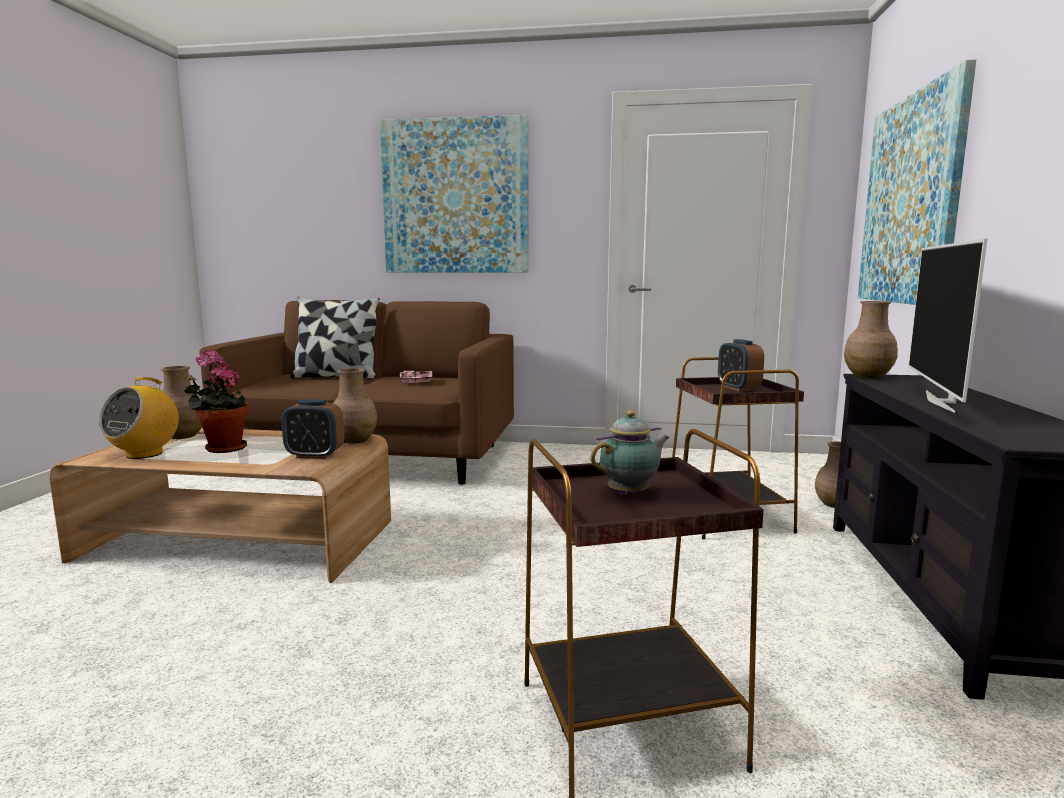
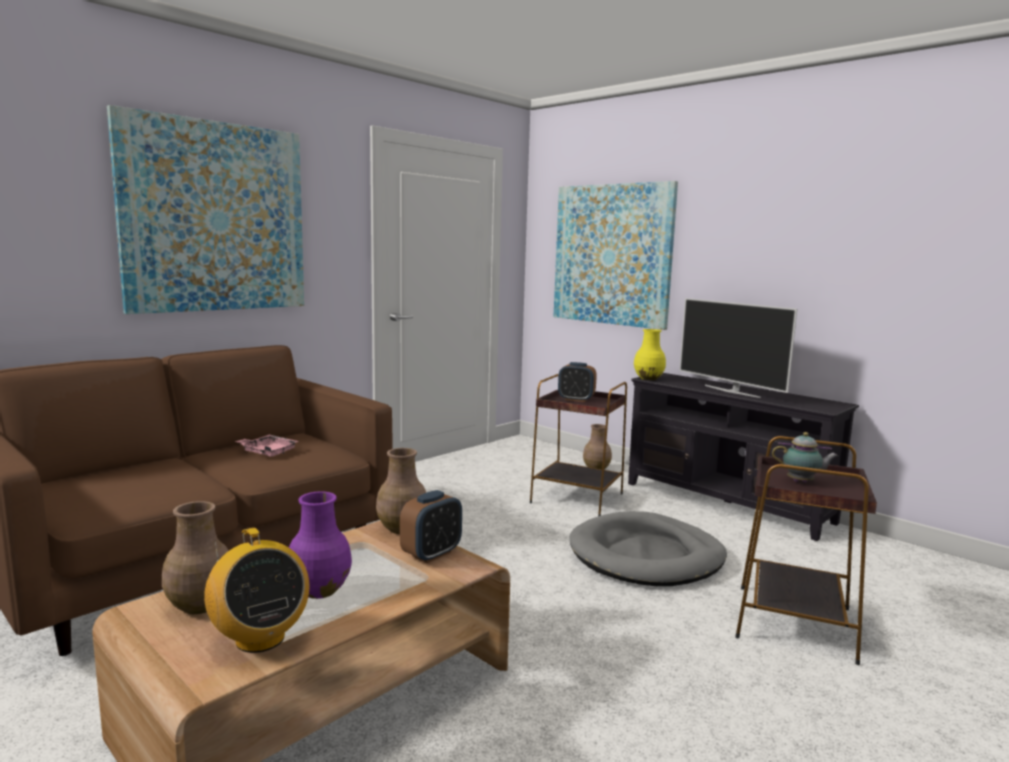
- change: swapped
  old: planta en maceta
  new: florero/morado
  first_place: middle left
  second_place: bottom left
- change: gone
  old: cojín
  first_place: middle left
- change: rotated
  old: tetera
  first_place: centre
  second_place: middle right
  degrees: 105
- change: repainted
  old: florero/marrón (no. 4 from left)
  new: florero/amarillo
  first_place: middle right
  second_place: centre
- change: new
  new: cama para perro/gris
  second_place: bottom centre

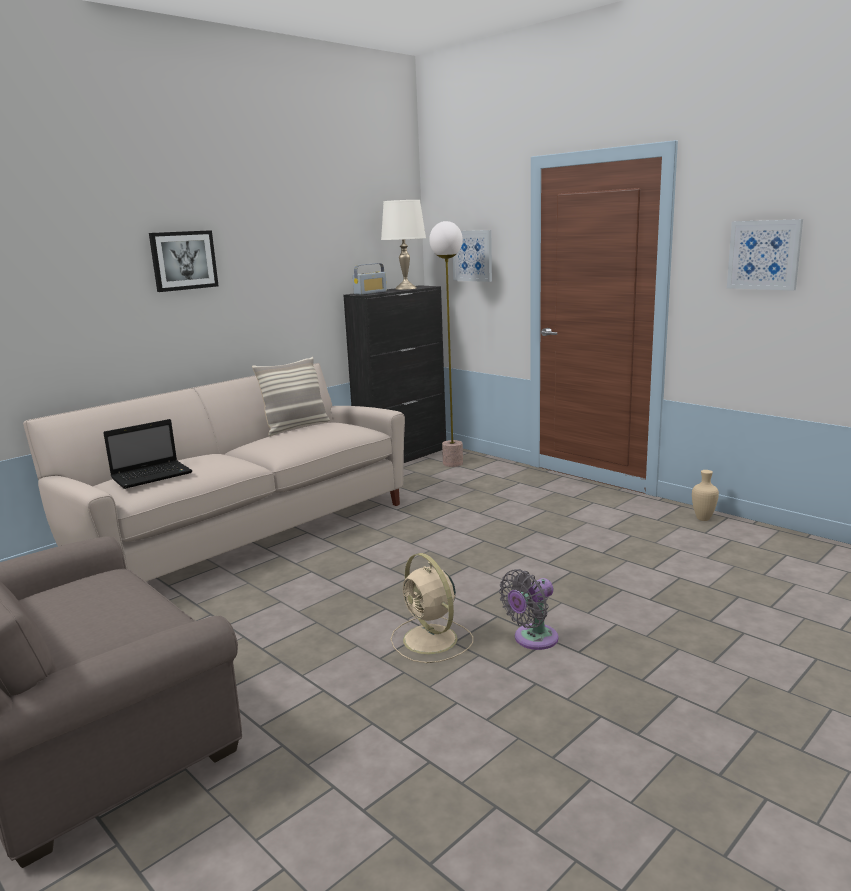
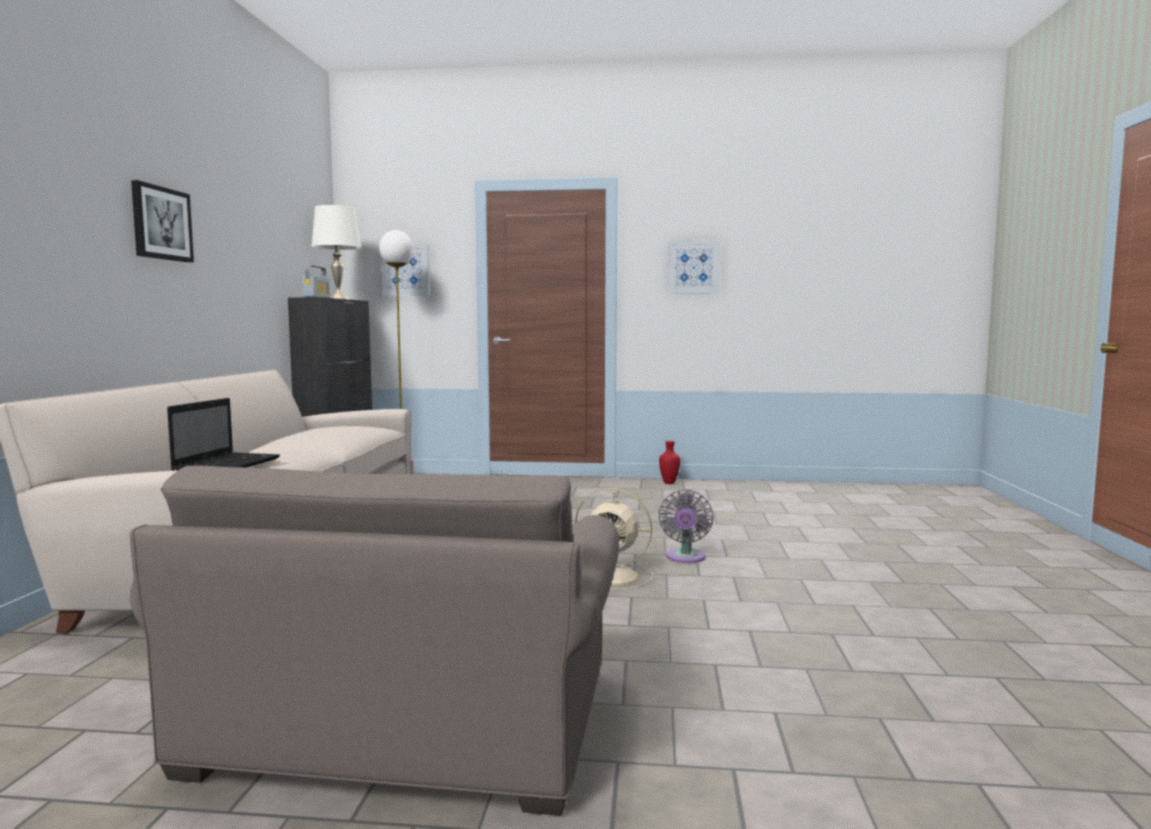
- change: gone
  old: cojín
  first_place: centre
- change: repainted
  old: florero/beis
  new: florero/rojo
  first_place: middle right
  second_place: centre

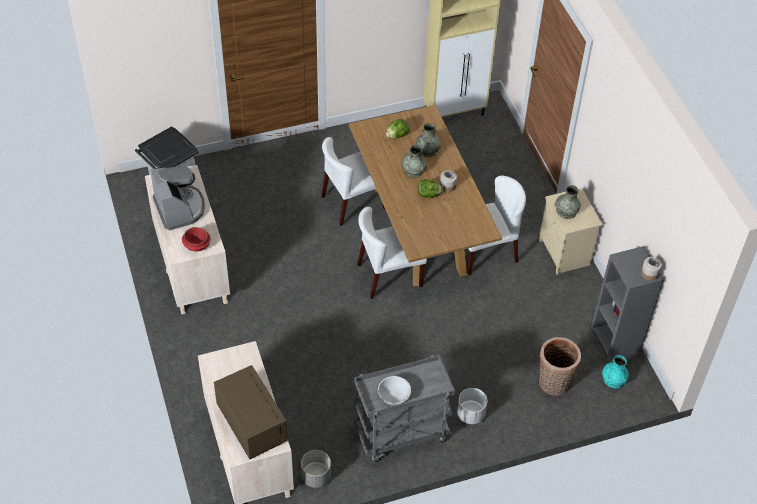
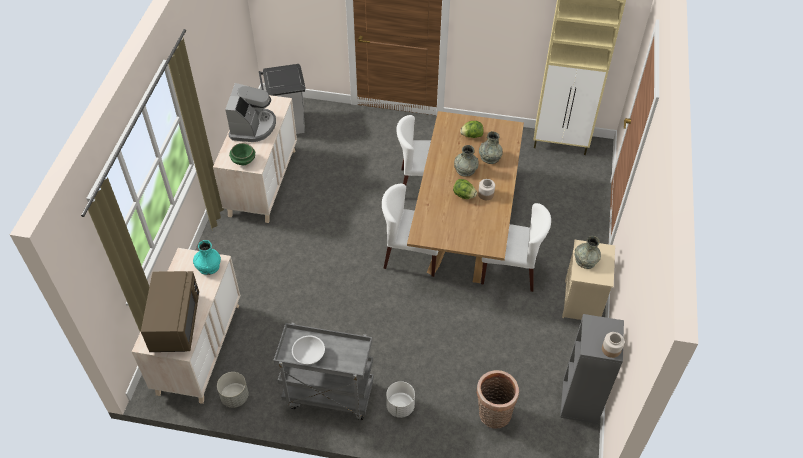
- change: repainted
  old: cuenco/rojo
  new: cuenco/verde
  first_place: middle left
  second_place: middle left
- change: shifted
  old: florero/turquesa
  first_place: bottom right
  second_place: middle left

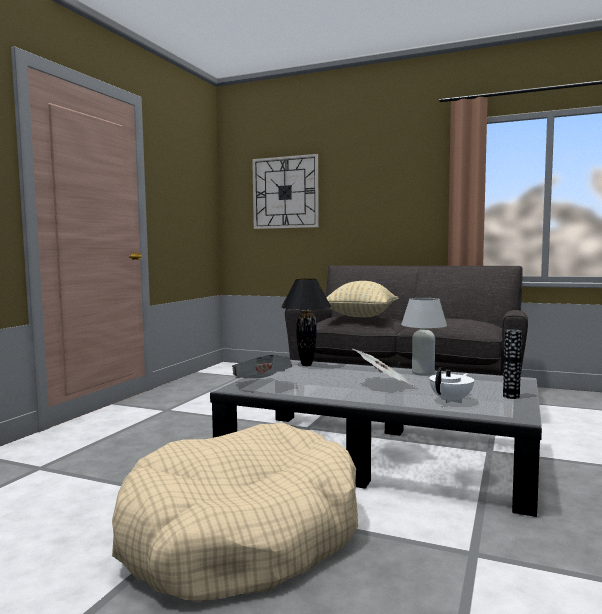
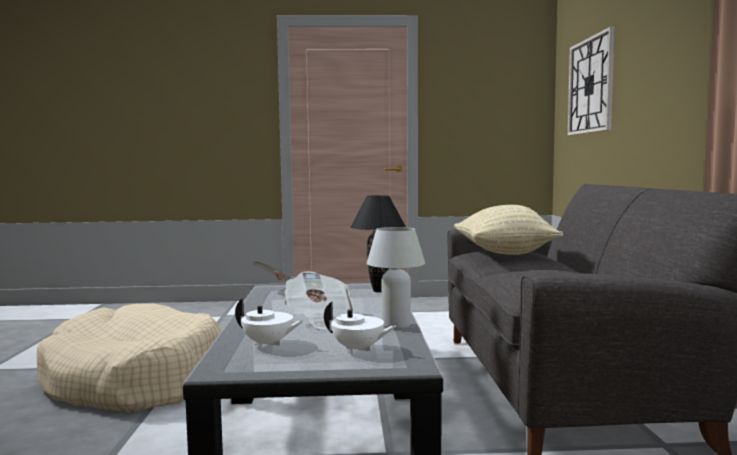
- change: gone
  old: florero
  first_place: middle right
- change: new
  new: tetera/blanco (no. 2 from left)
  second_place: bottom centre

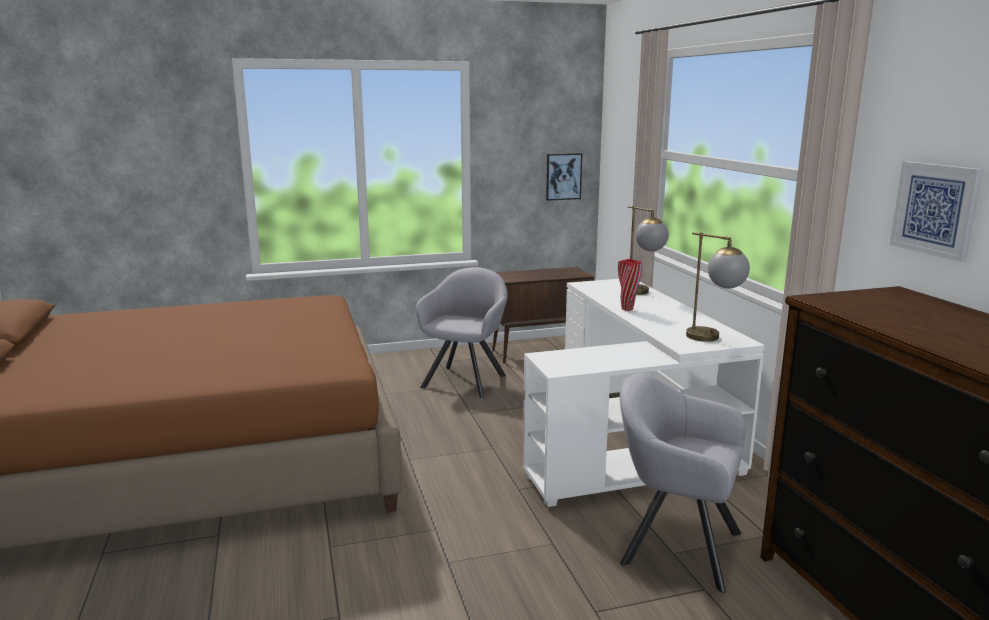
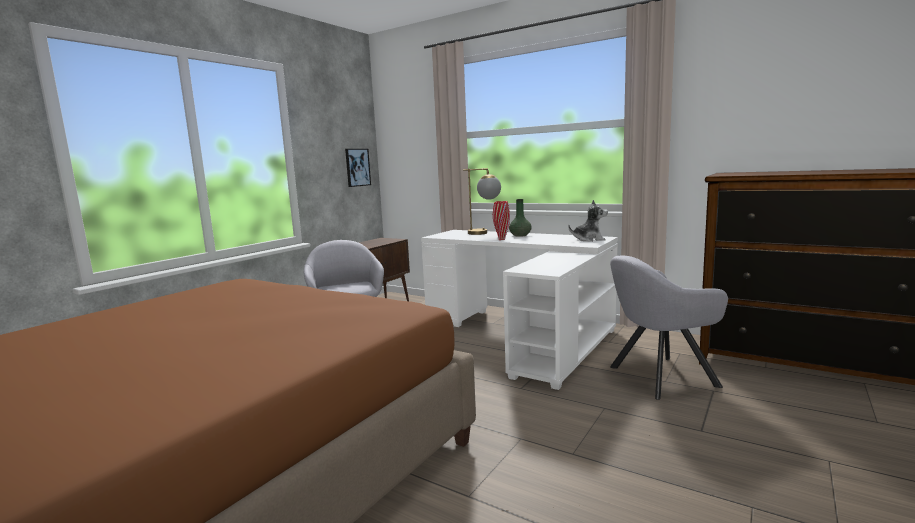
- change: swapped
  old: lámpara de mesa (no. 2 from left)
  new: peluche
  first_place: middle right
  second_place: centre
- change: gone
  old: cuadro (no. 2 from left)
  first_place: middle right
- change: new
  new: florero/verde
  second_place: centre

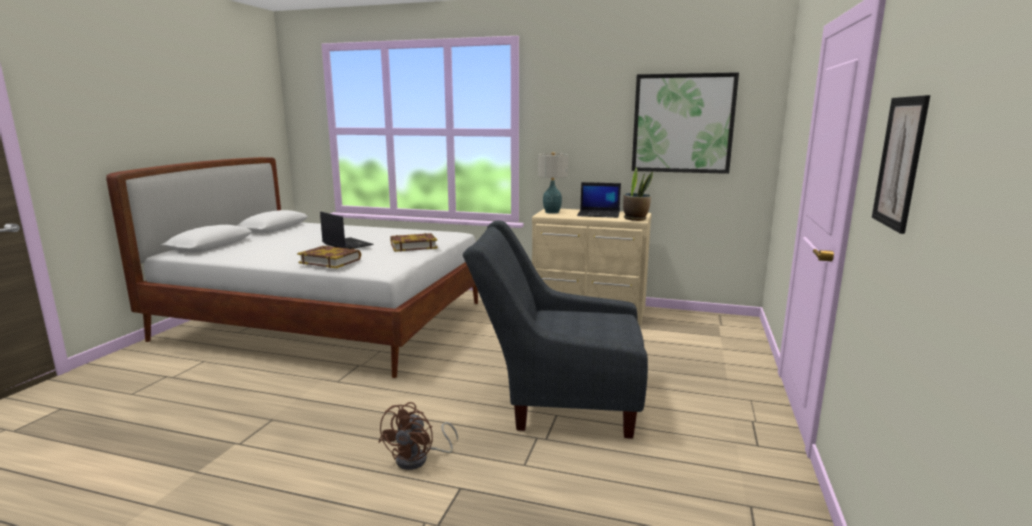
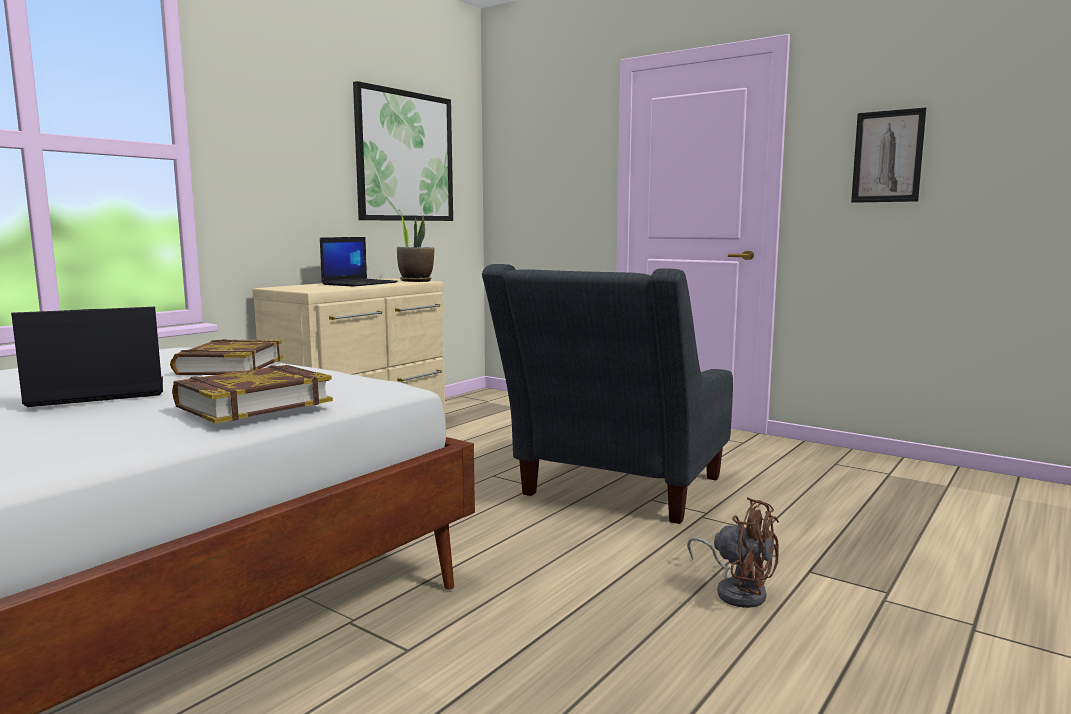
- change: gone
  old: lámpara de mesa
  first_place: centre

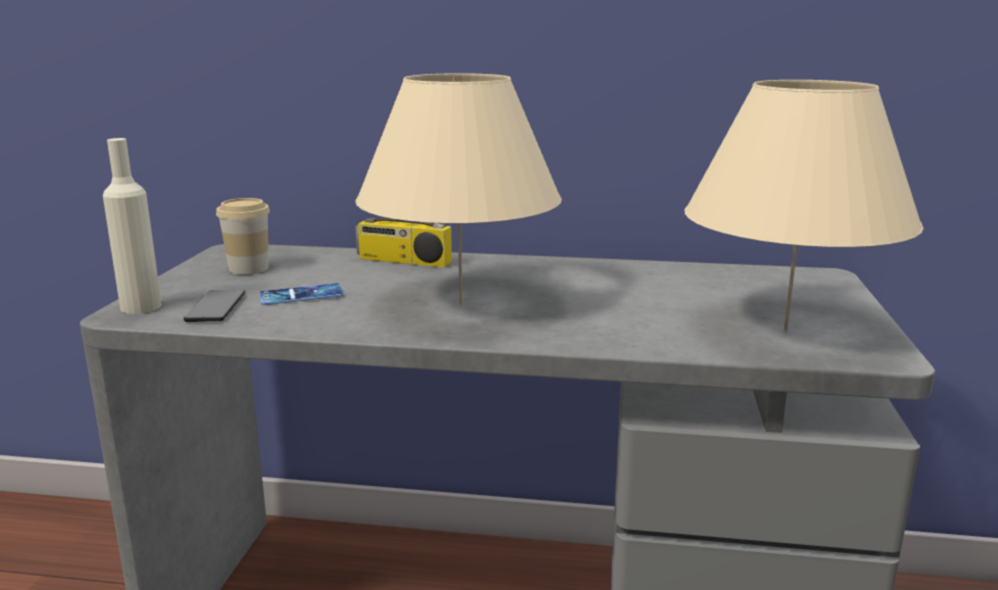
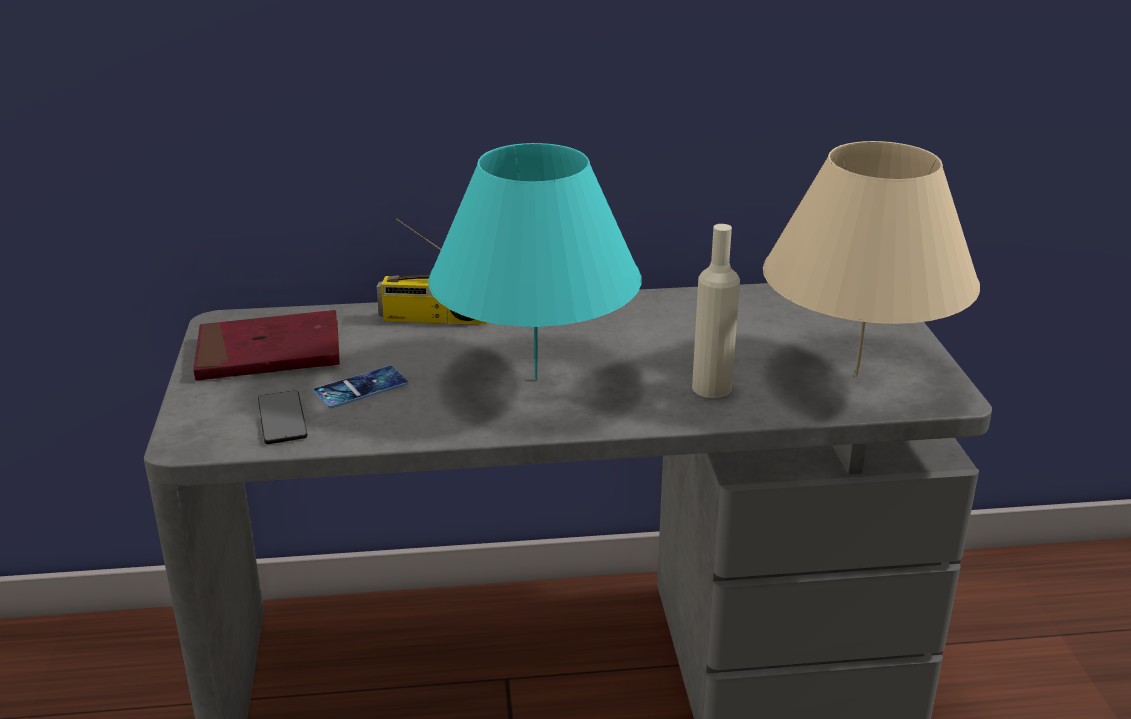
- change: shifted
  old: botella/beis
  first_place: middle left
  second_place: centre
- change: swapped
  old: taza
  new: libro/rojo
  first_place: middle left
  second_place: middle left
- change: repainted
  old: lámpara de mesa/beis (no. 1 from left)
  new: lámpara de mesa/turquesa
  first_place: top centre
  second_place: centre

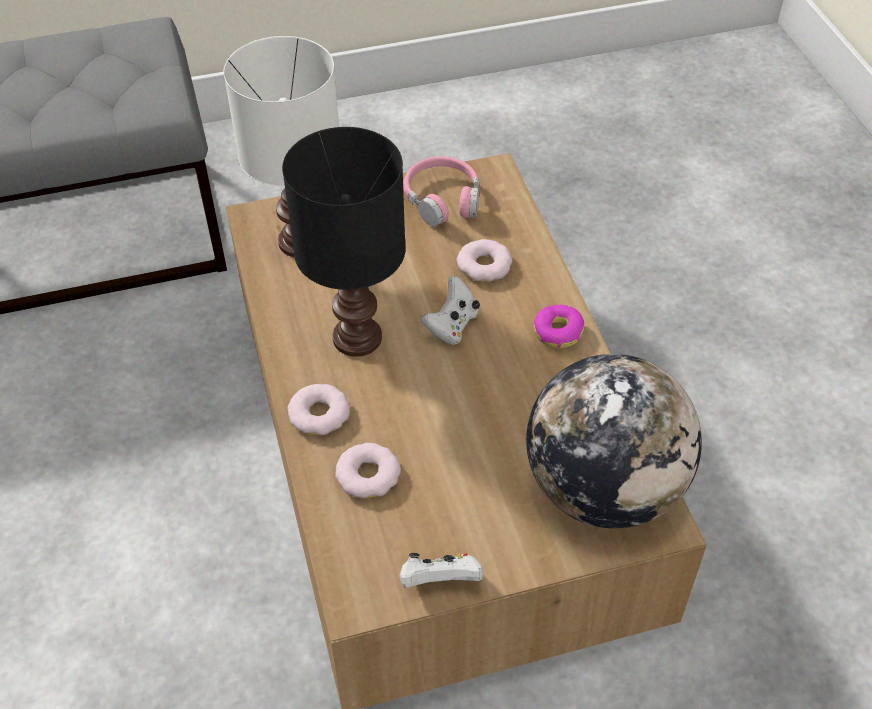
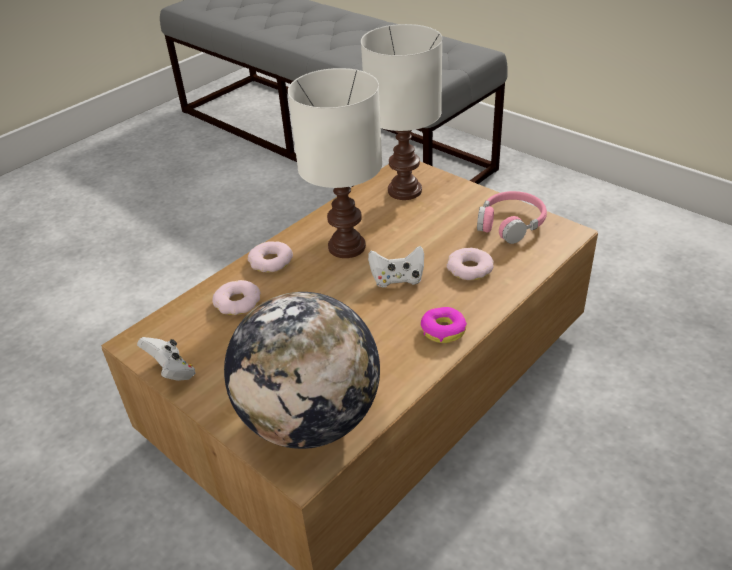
- change: repainted
  old: lámpara de mesa/negro
  new: lámpara de mesa/blanco (no. 1 from left)
  first_place: centre
  second_place: top centre

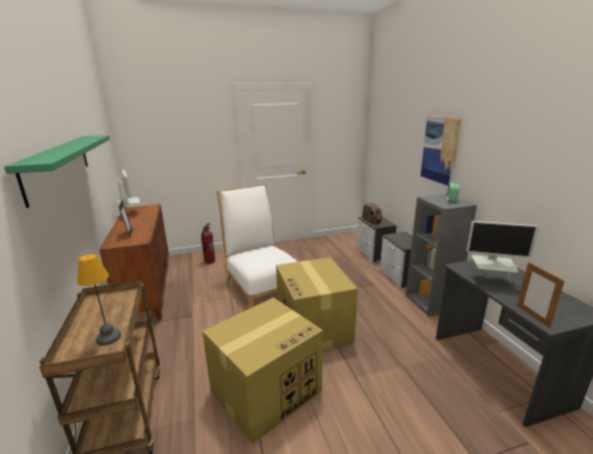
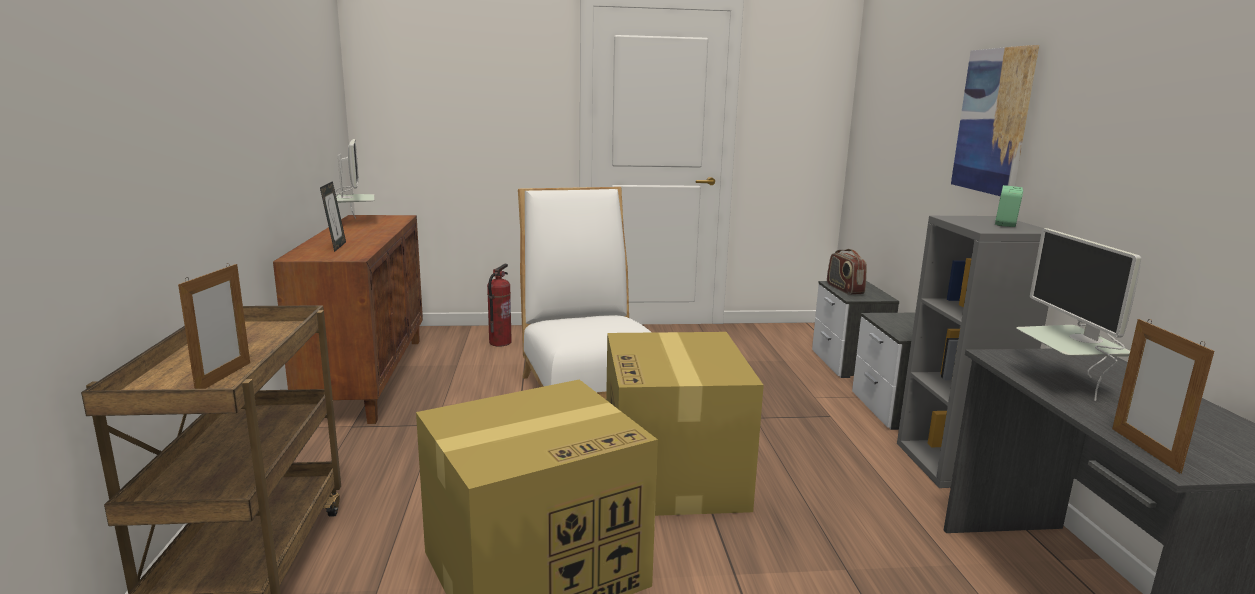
- change: gone
  old: estante/verde
  first_place: middle left
- change: swapped
  old: lámpara de mesa
  new: portarretratos (no. 1 from left)
  first_place: middle left
  second_place: middle left
- change: rotated
  old: monitor (no. 2 from left)
  first_place: middle right
  second_place: middle right
  degrees: 60

